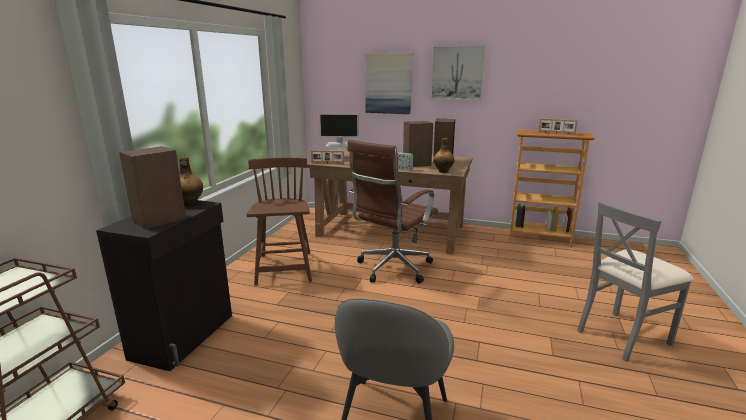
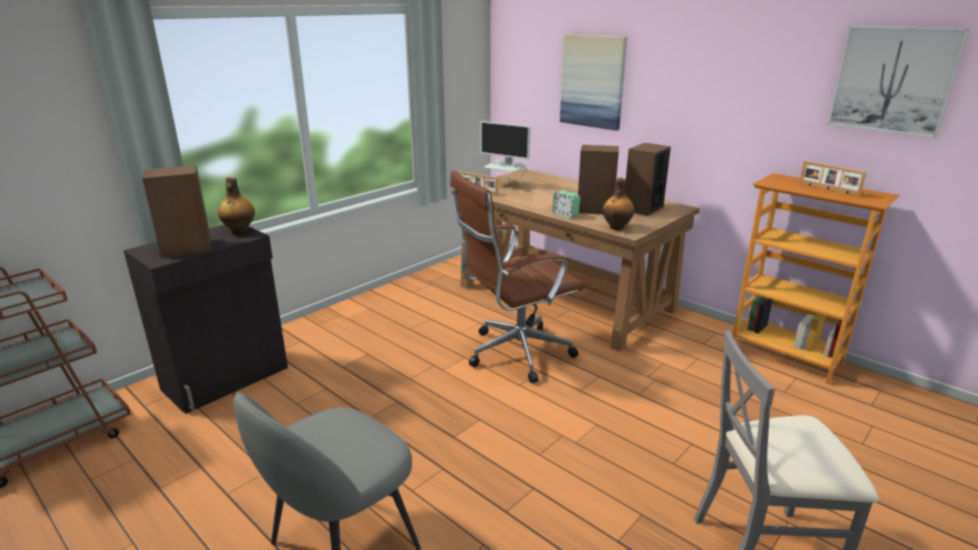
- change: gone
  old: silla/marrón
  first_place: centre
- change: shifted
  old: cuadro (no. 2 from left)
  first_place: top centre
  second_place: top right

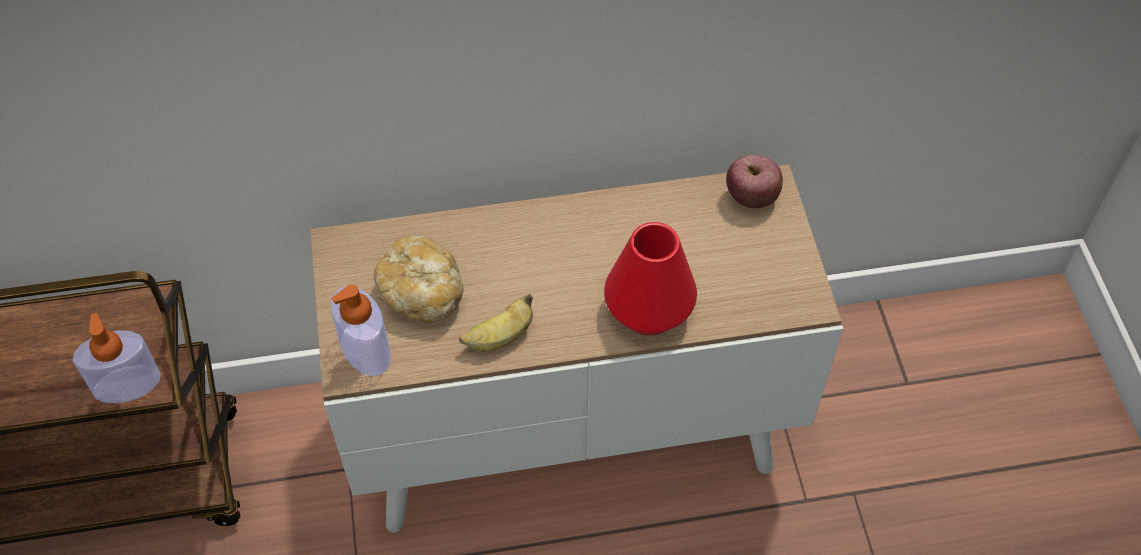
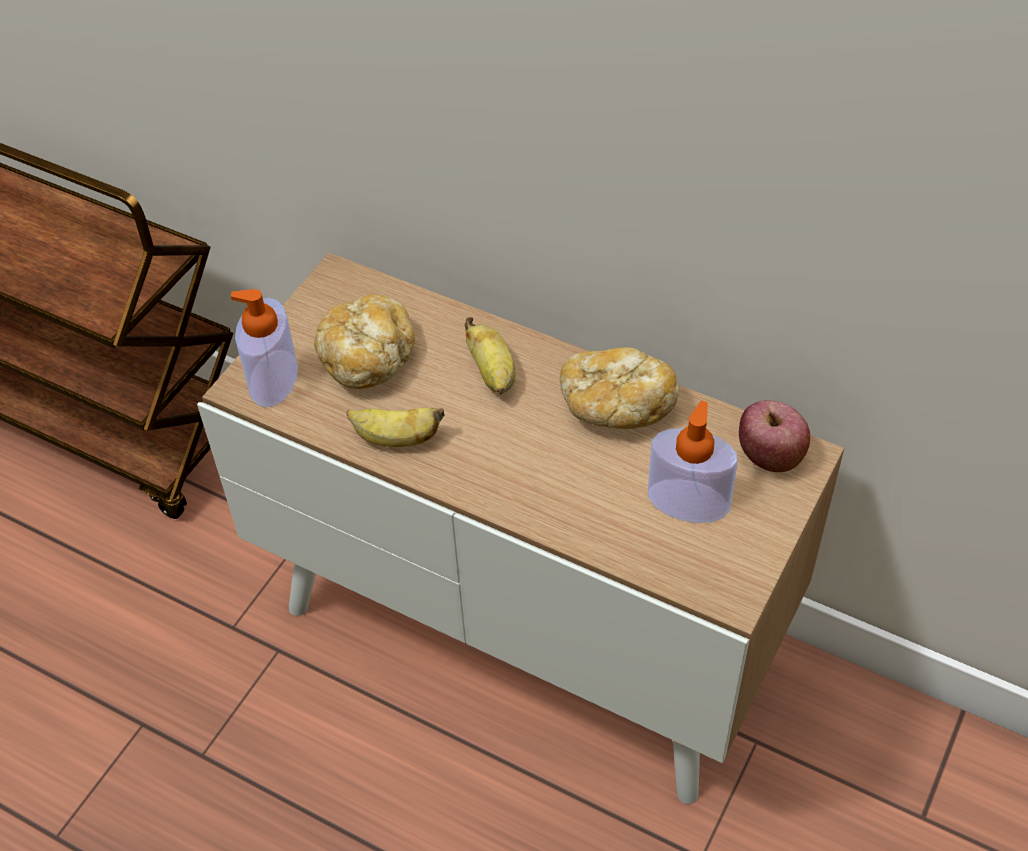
- change: shifted
  old: dispensador de jabón (no. 1 from left in the first image)
  new: dispensador de jabón (no. 2 from left)
  first_place: middle left
  second_place: middle right
- change: gone
  old: florero/rojo
  first_place: centre
- change: new
  new: plátano (no. 2 from left)
  second_place: centre
- change: new
  new: pan (no. 2 from left)
  second_place: centre

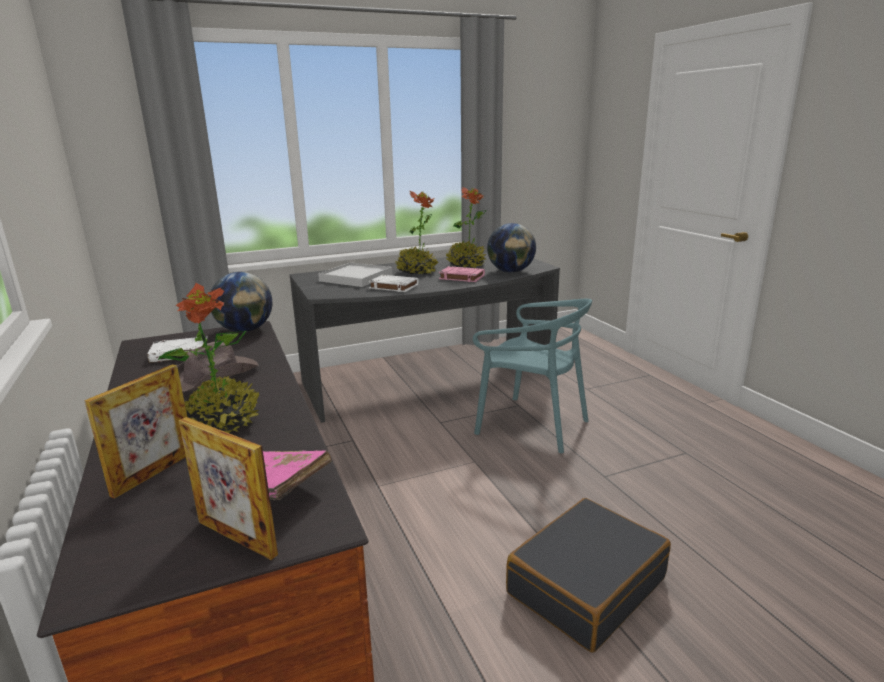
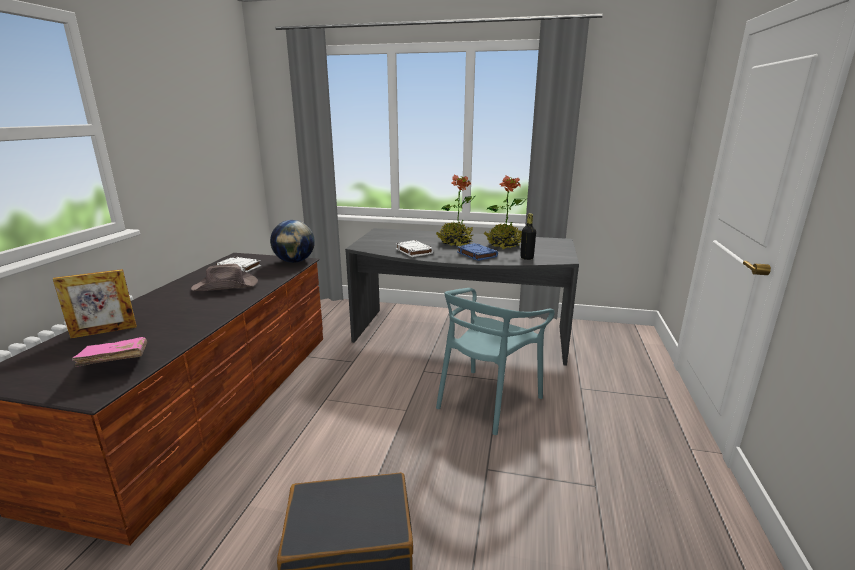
- change: gone
  old: planta en maceta (no. 1 from left)
  first_place: middle left
- change: gone
  old: portarretratos (no. 2 from left)
  first_place: bottom left
- change: gone
  old: bandeja/blanco
  first_place: centre
- change: repainted
  old: libro/rosa (no. 2 from left)
  new: libro/azul
  first_place: centre
  second_place: centre
- change: rotated
  old: silla/turquesa
  first_place: centre
  second_place: centre
  degrees: 60
- change: swapped
  old: globo terráqueo (no. 2 from left)
  new: botella/negro
  first_place: centre
  second_place: centre

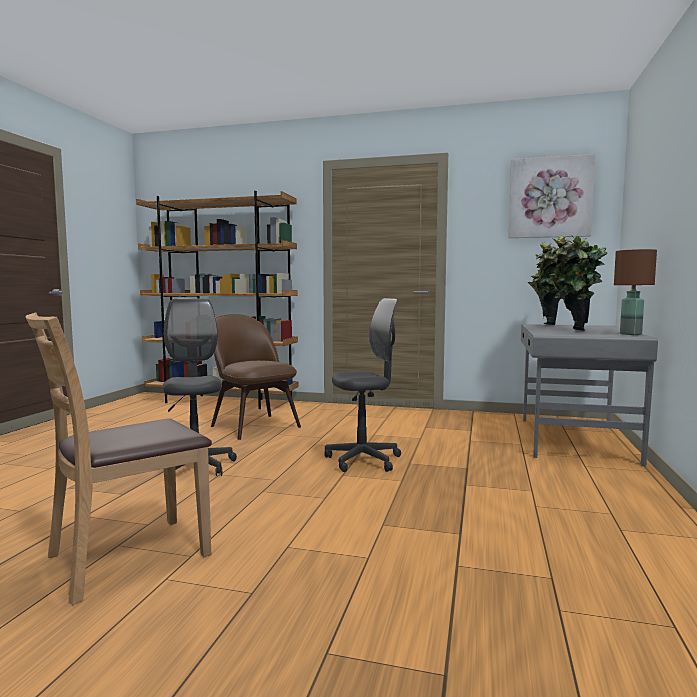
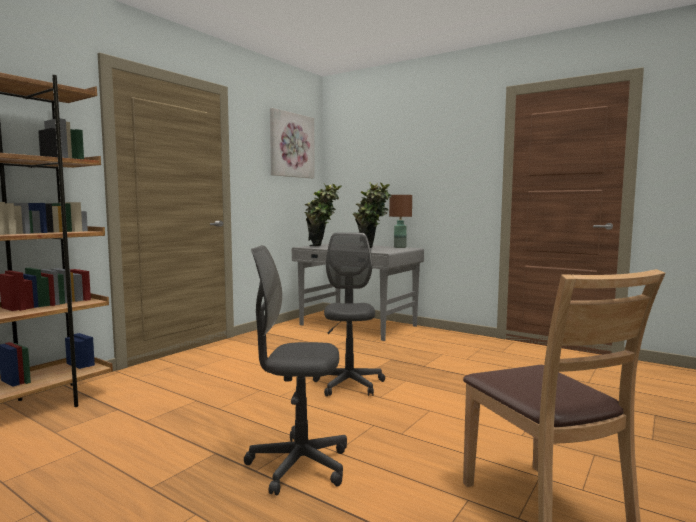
- change: gone
  old: silla/marrón (no. 2 from left)
  first_place: centre

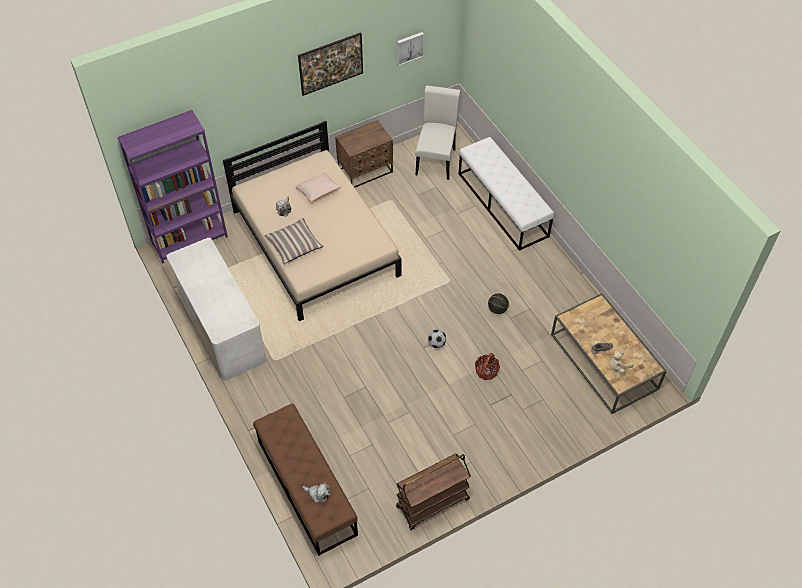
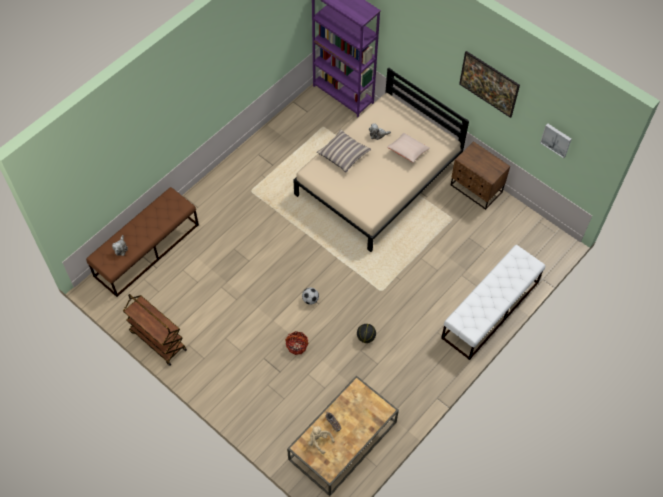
- change: gone
  old: escritorio/blanco
  first_place: middle left
- change: gone
  old: silla/blanco
  first_place: top centre

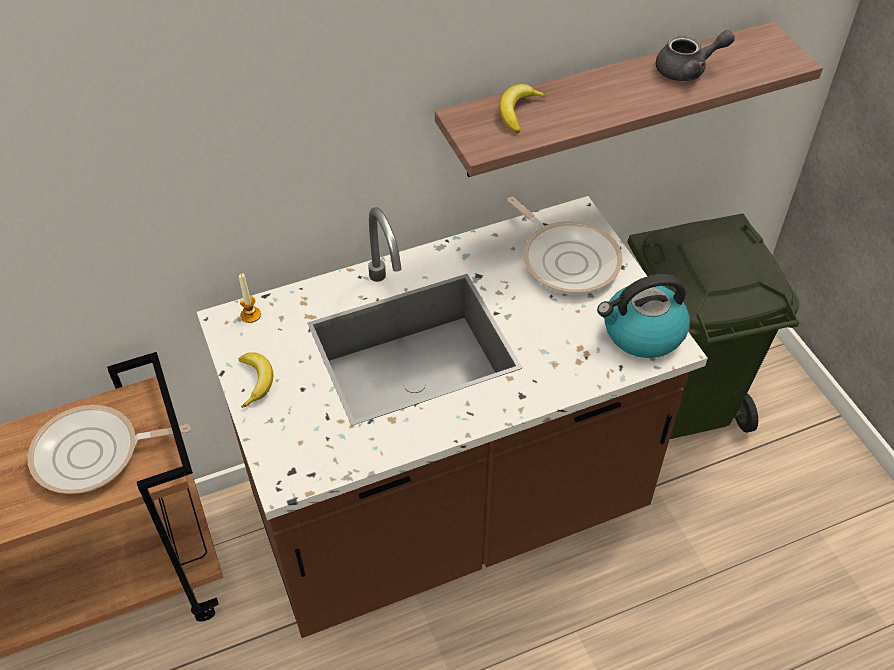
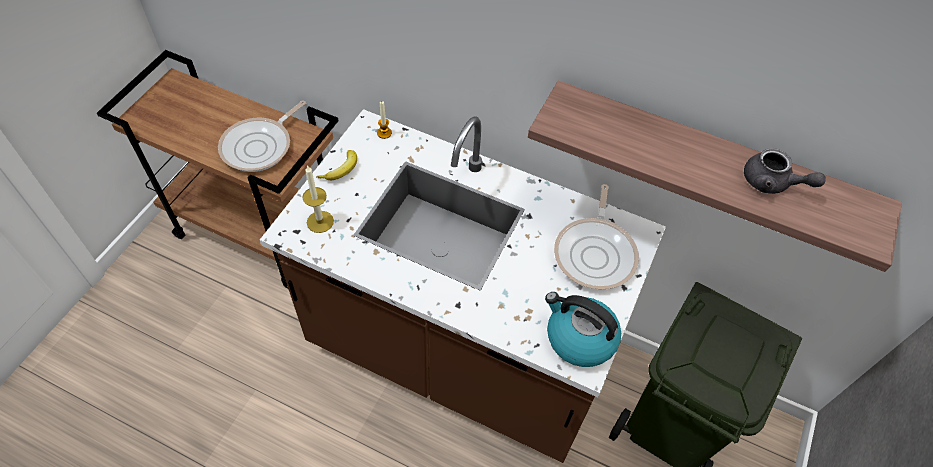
- change: rotated
  old: sartén (no. 1 from left)
  first_place: bottom left
  second_place: top left
  degrees: -90
- change: gone
  old: plátano (no. 2 from left)
  first_place: top centre
- change: new
  new: vela (no. 1 from left)
  second_place: centre

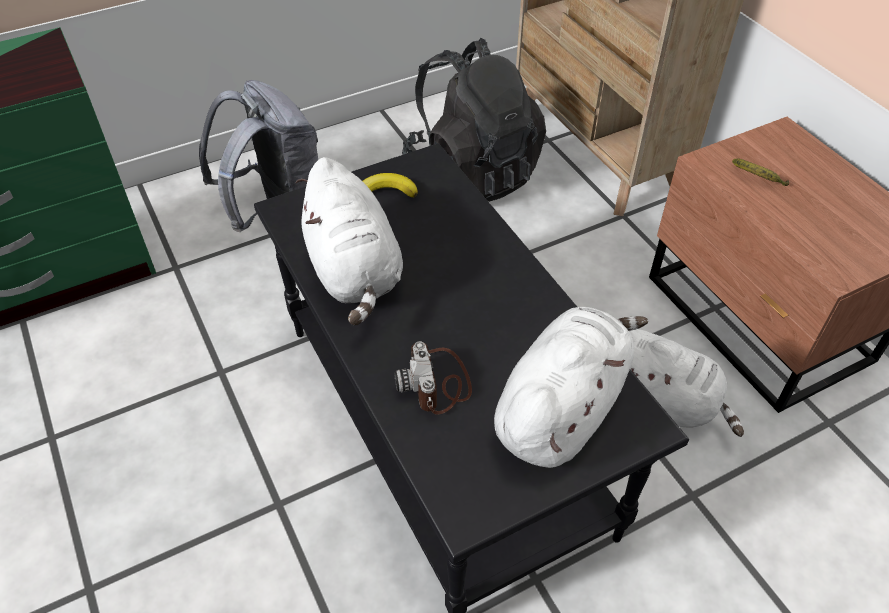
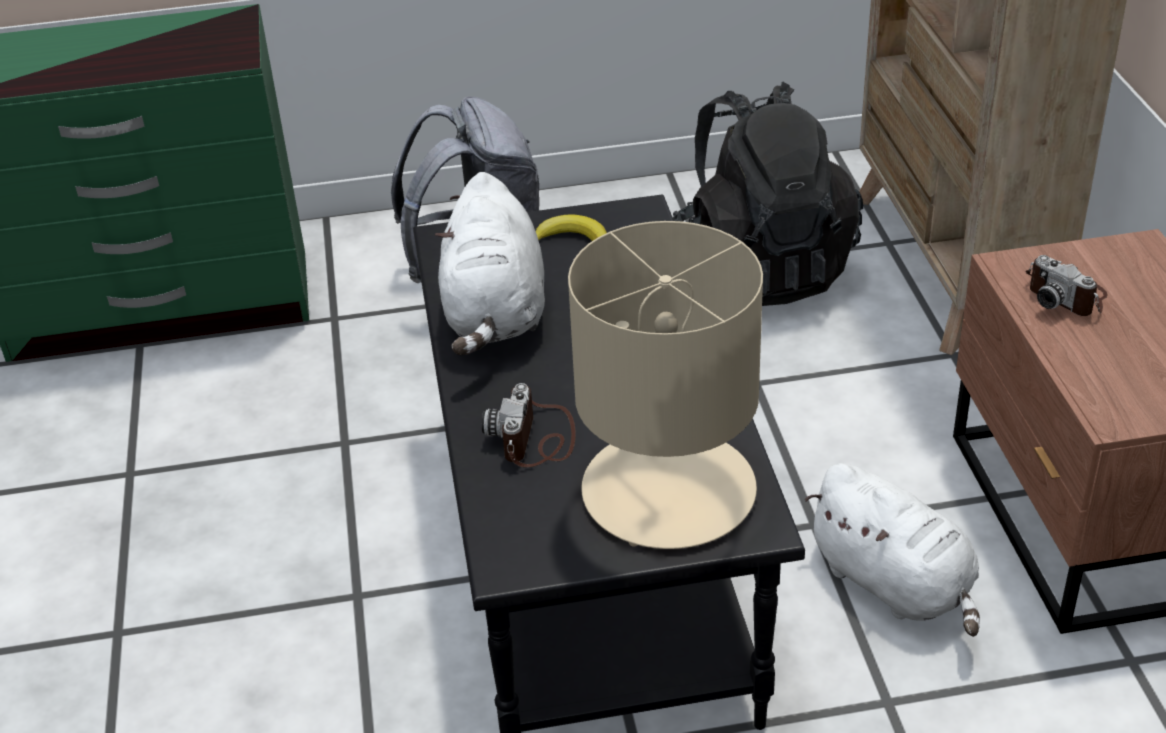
- change: swapped
  old: peluche/blanco (no. 2 from left)
  new: lámpara de mesa/beis
  first_place: centre
  second_place: centre
- change: swapped
  old: plátano (no. 2 from left)
  new: cámara (no. 2 from left)
  first_place: top right
  second_place: middle right

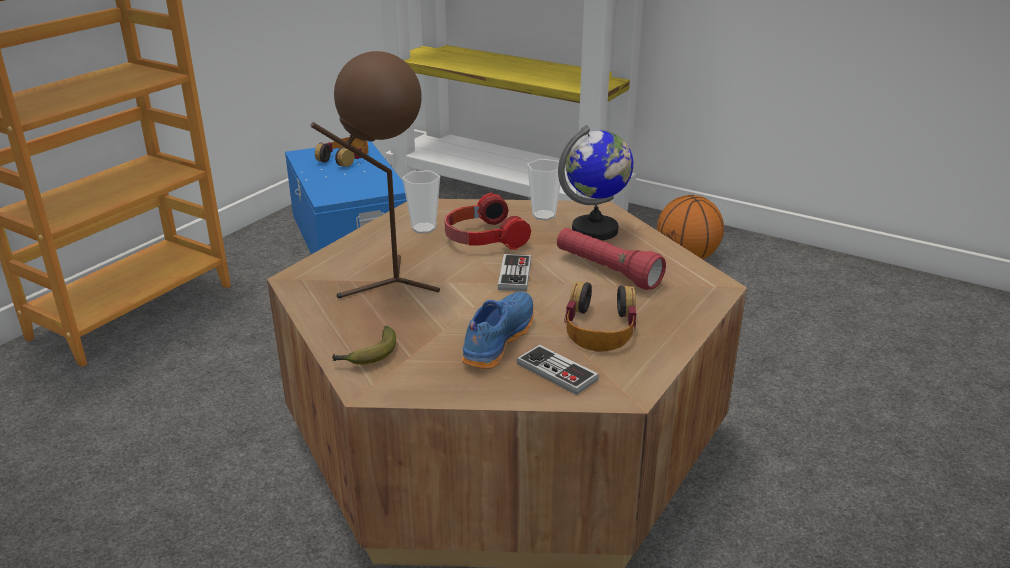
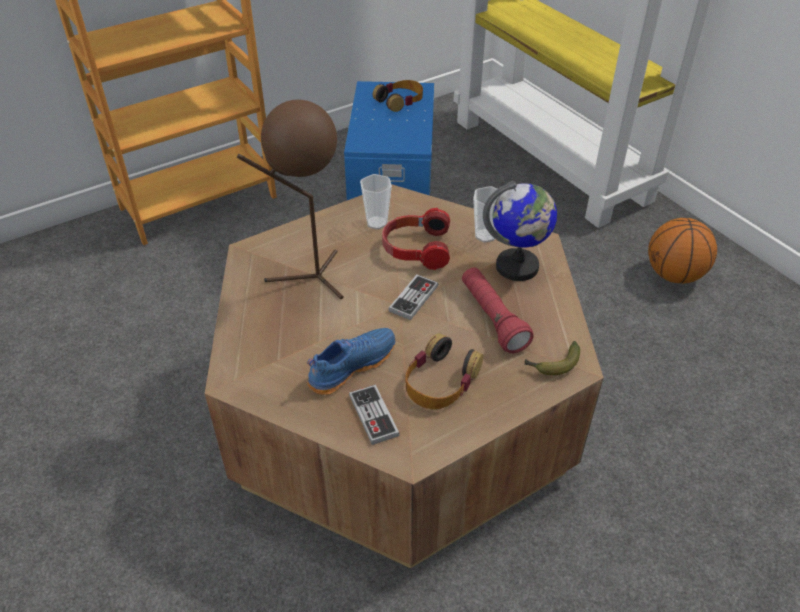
- change: shifted
  old: plátano
  first_place: centre
  second_place: middle right

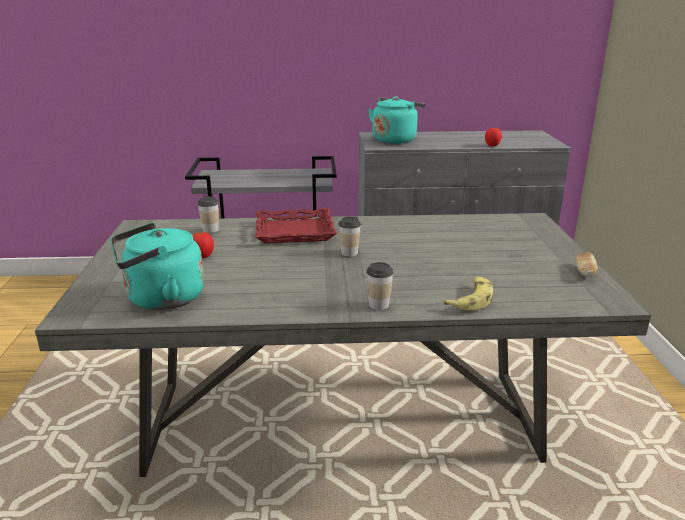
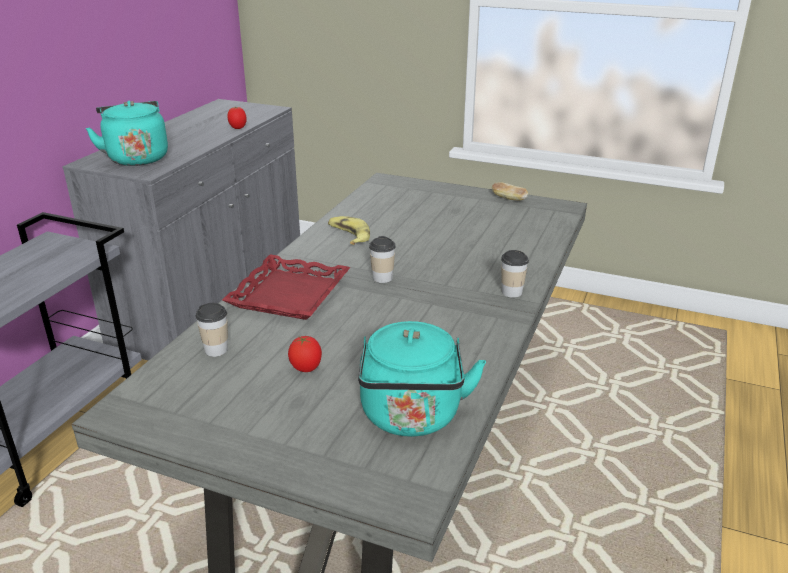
- change: shifted
  old: plátano
  first_place: middle right
  second_place: centre

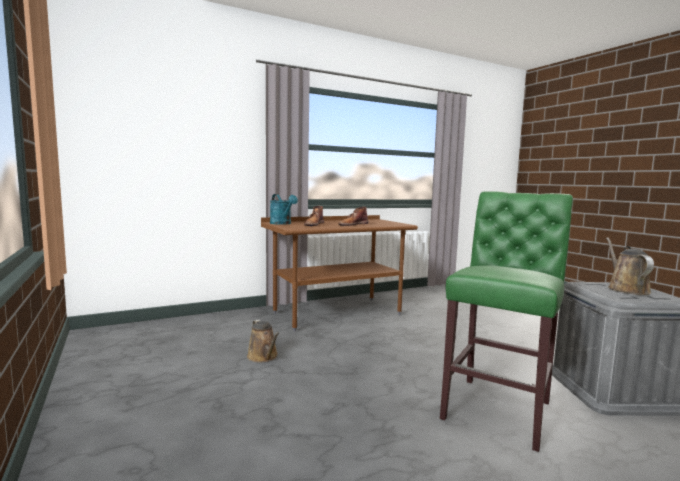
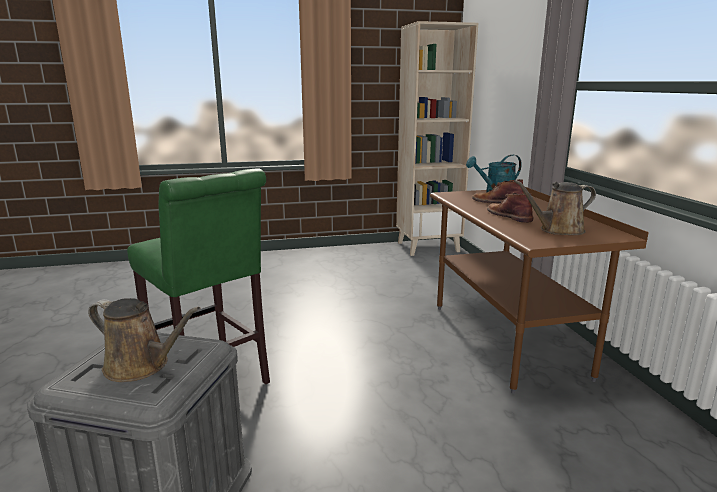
- change: shifted
  old: regadera/marrón (no. 1 from left in the first image)
  new: regadera/marrón (no. 2 from left)
  first_place: bottom centre
  second_place: middle right
- change: new
  new: estantería/beis
  second_place: top centre

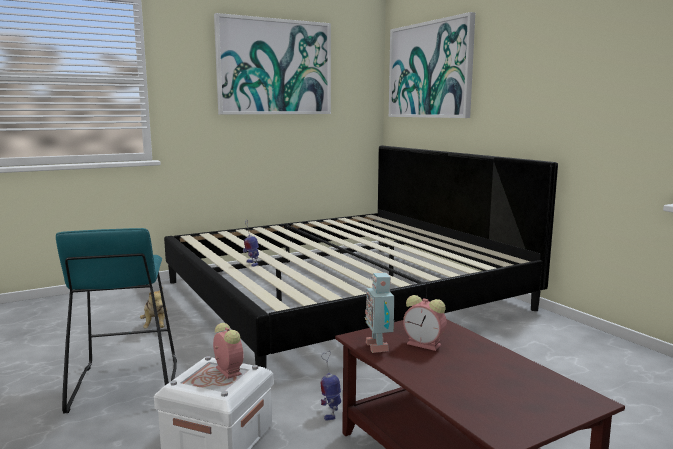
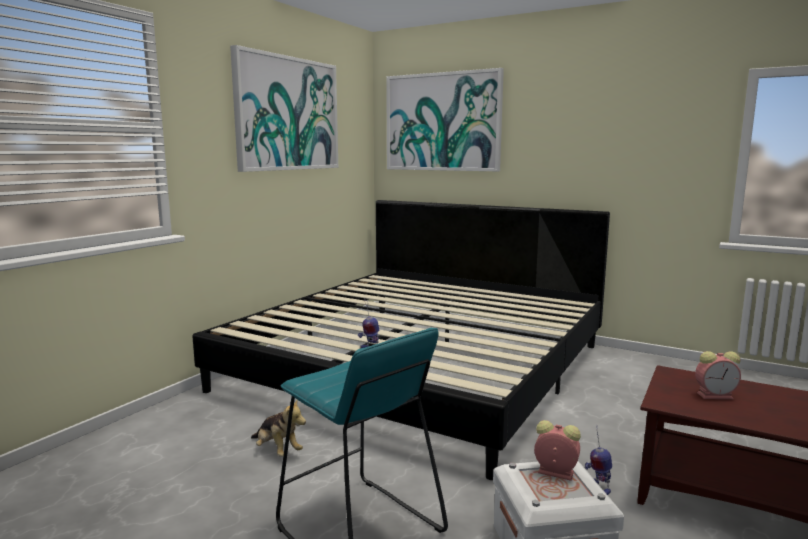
- change: gone
  old: robot de juguete (no. 3 from left)
  first_place: bottom centre

